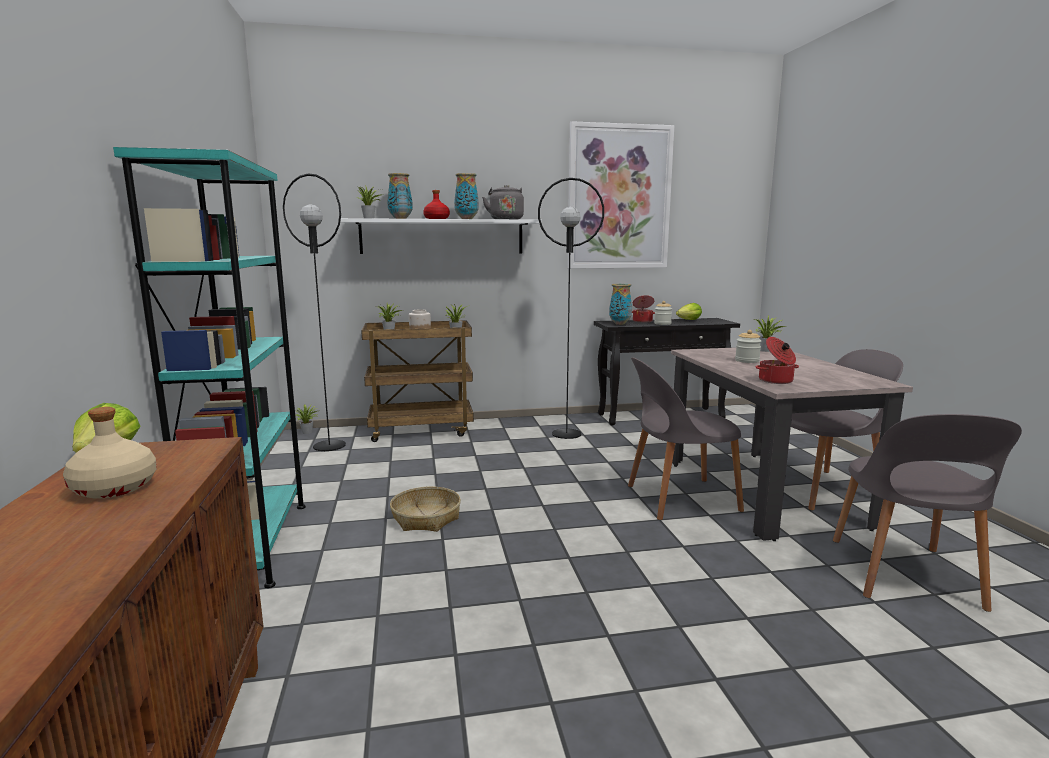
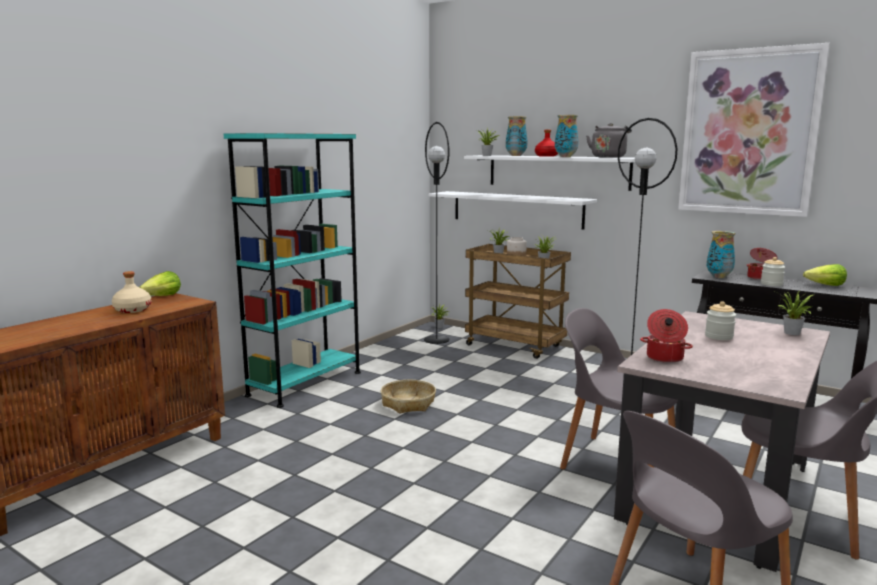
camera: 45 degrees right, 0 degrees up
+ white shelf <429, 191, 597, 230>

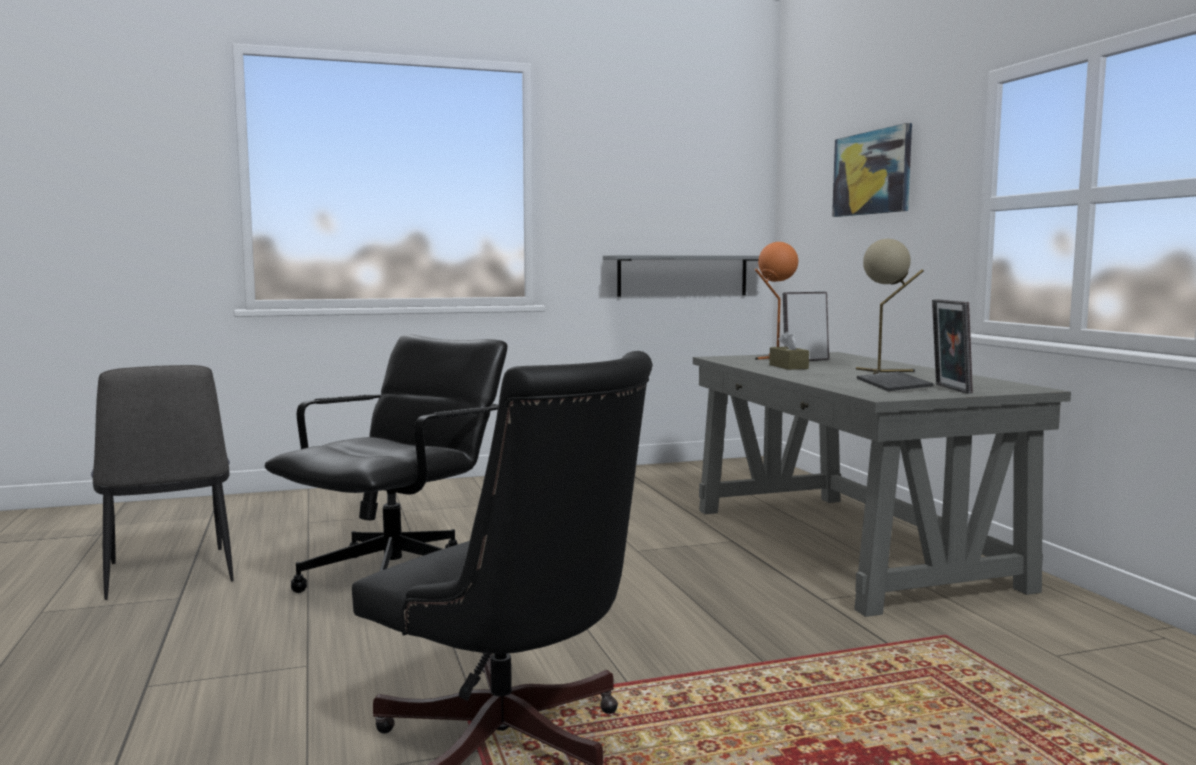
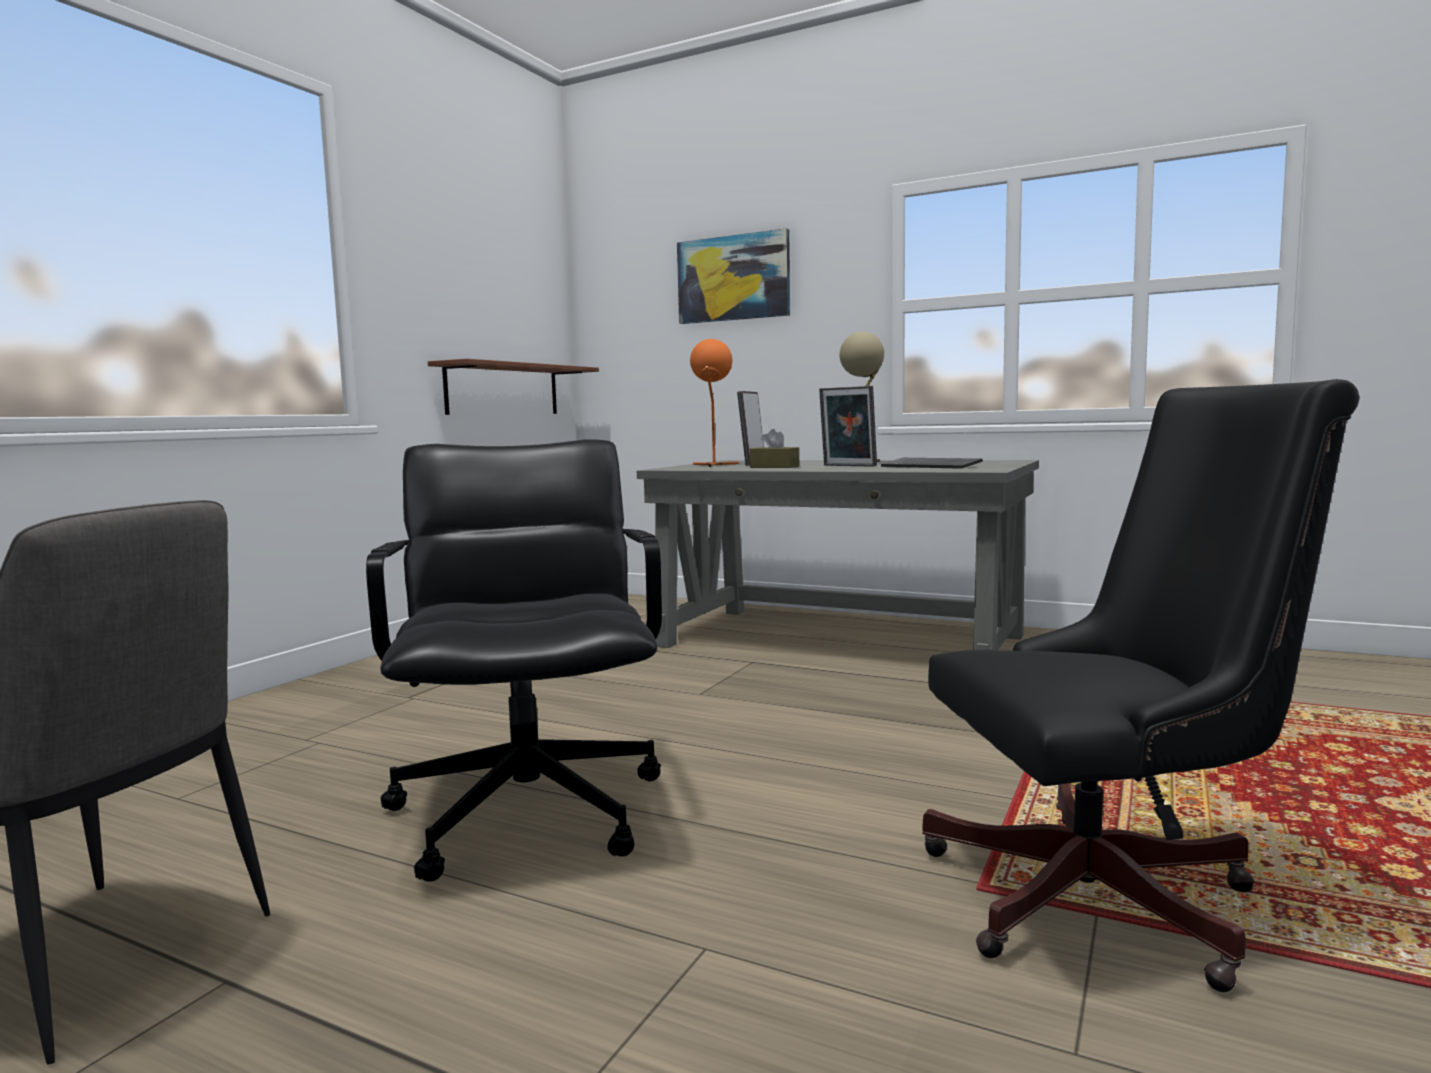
camera: 45 degrees left, 0 degrees up
~ grey shelf <603, 255, 759, 297> to brown shelf <428, 359, 599, 415>
~ picture frame <932, 299, 973, 394> to <819, 386, 877, 467>

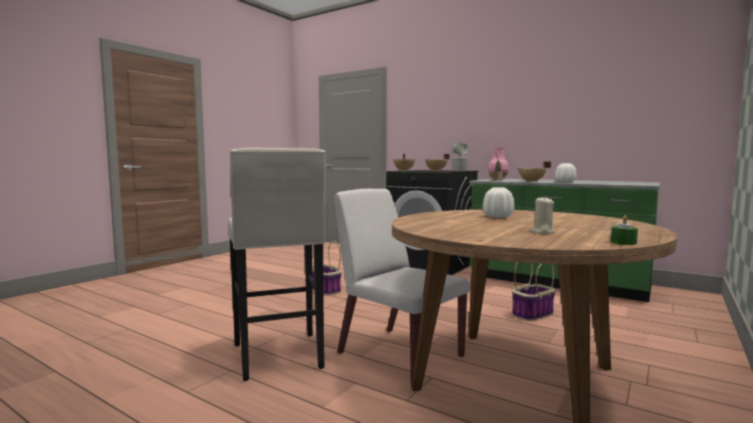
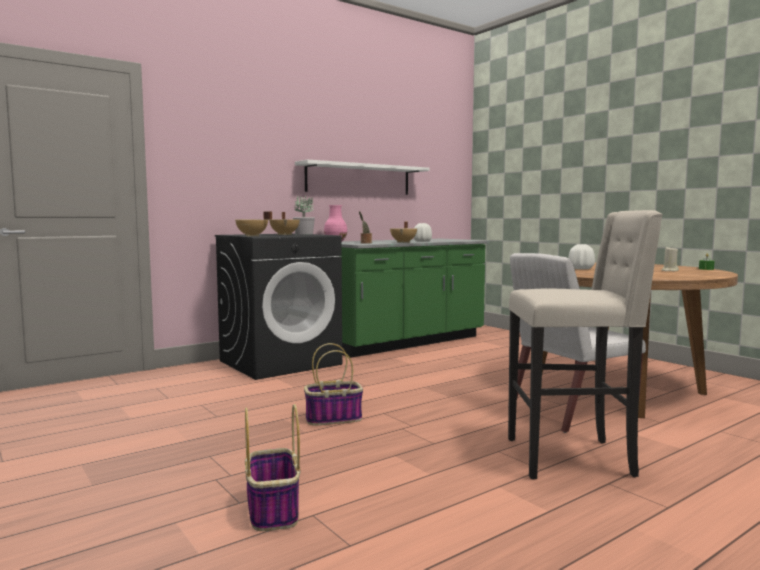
camera: 70 degrees left, 0 degrees up
~ basket <512, 262, 556, 321> to <245, 404, 300, 531>
+ white shelf <295, 160, 430, 195>

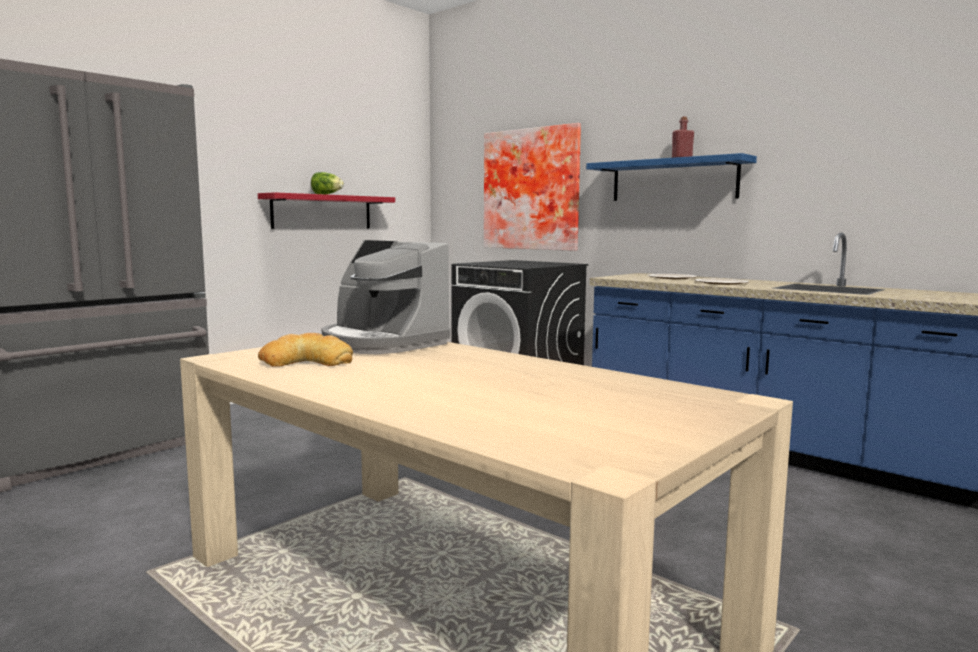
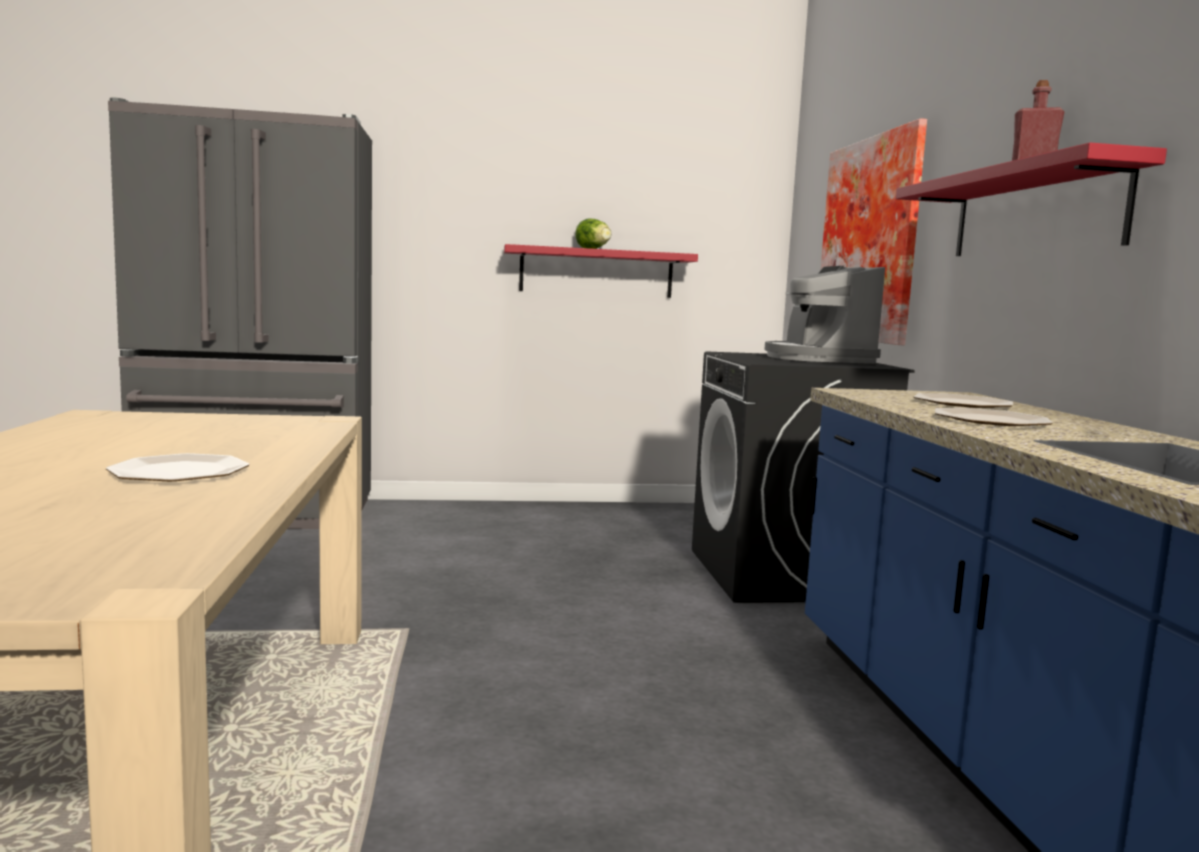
camera: 40 degrees right, 0 degrees up
+ plate <106, 453, 249, 481>
~ coffee machine <322, 240, 450, 354> to <764, 266, 885, 364>
~ blue shelf <586, 153, 757, 201> to red shelf <896, 143, 1167, 256>
- bread <258, 333, 353, 367>

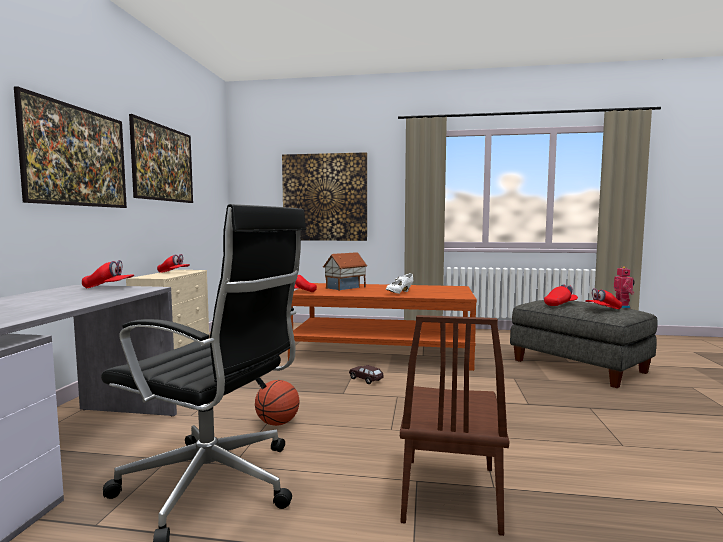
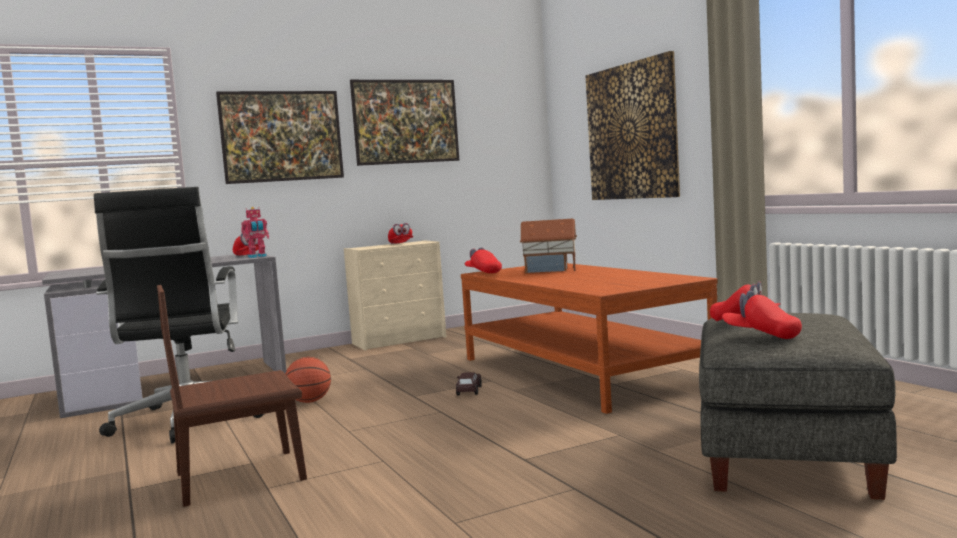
camera: 55 degrees right, 0 degrees up
~ toy robot <614, 266, 635, 308> to <241, 207, 269, 258>
- white shoe <386, 273, 413, 294>

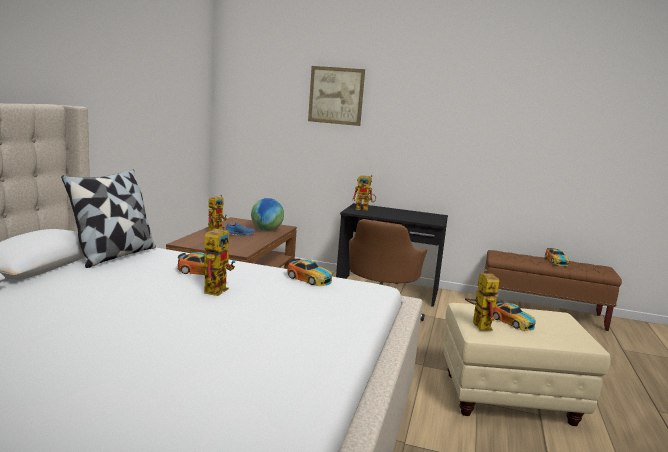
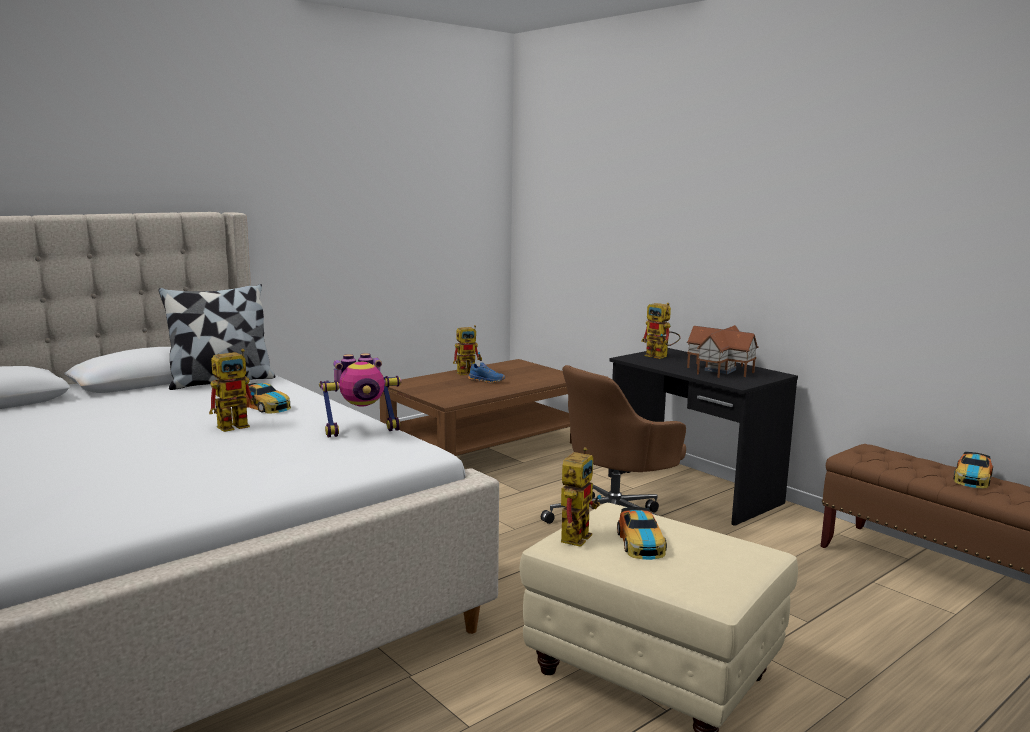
camera: 35 degrees right, 0 degrees up
~ toy car <287, 258, 332, 286> to toy robot <319, 353, 402, 437>
+ toy house <687, 325, 759, 378>
- globe <251, 198, 284, 231>
- picture <308, 66, 365, 126>

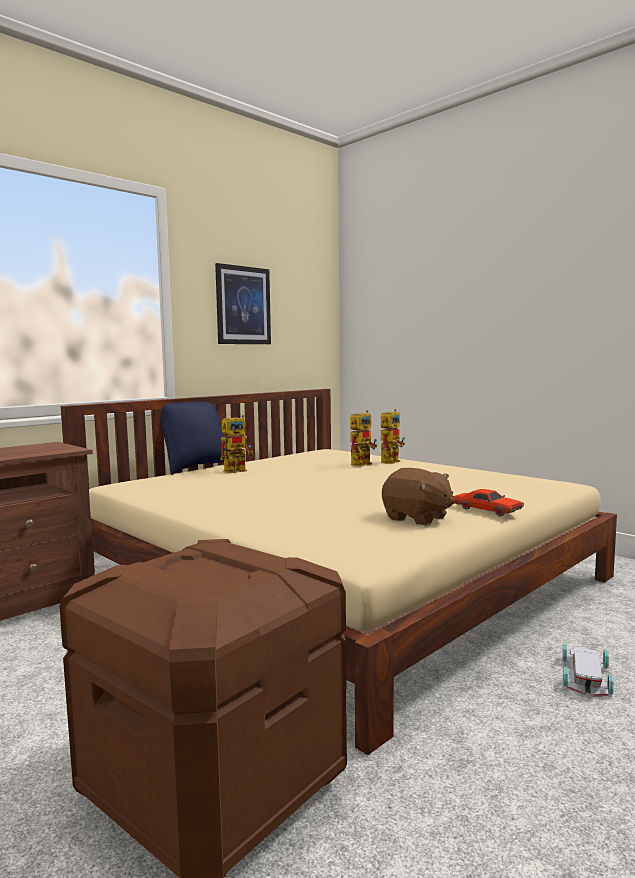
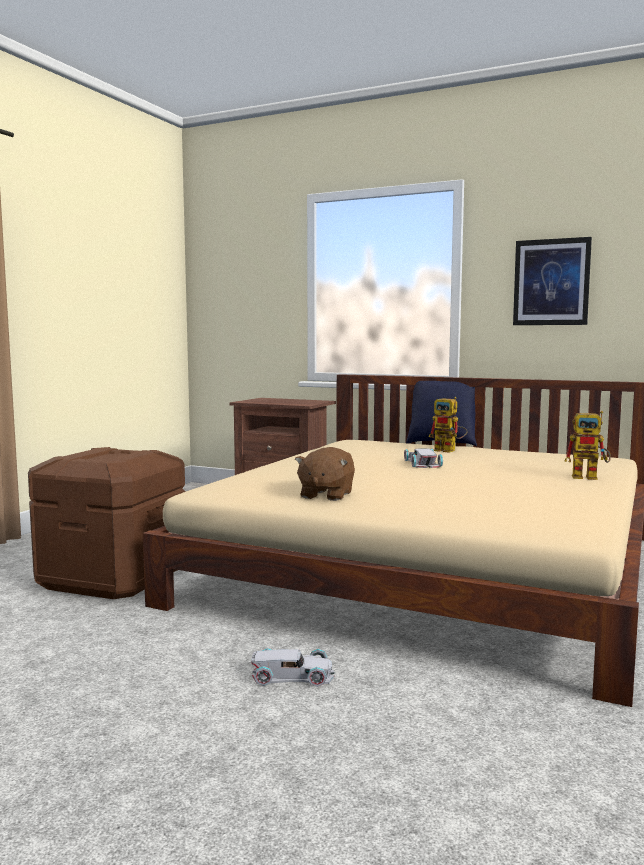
camera: 70 degrees right, 0 degrees up
+ white toy car <404, 449, 443, 468>
- toy robot <350, 410, 377, 466>
- red toy car <453, 489, 524, 517>

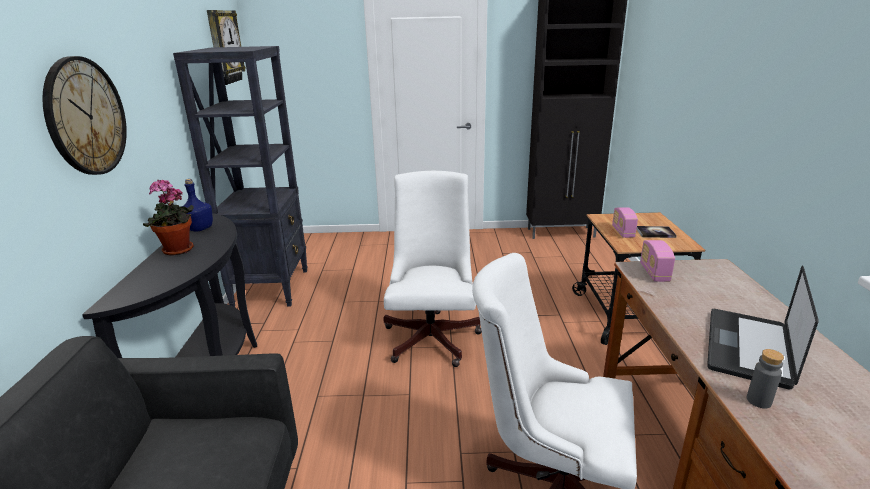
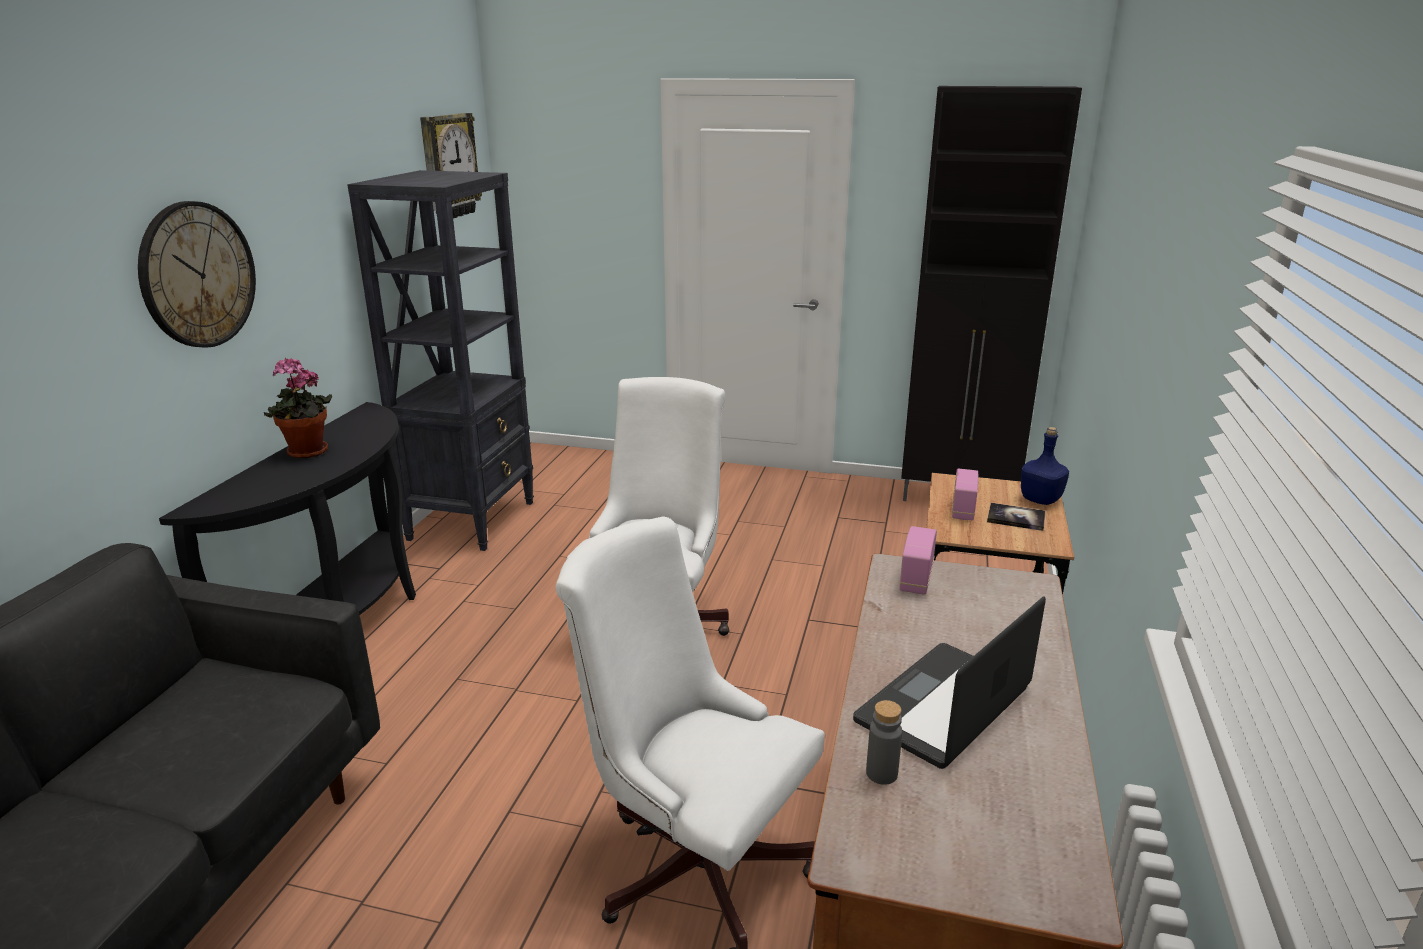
camera: 15 degrees right, 0 degrees up
~ blue bottle <181, 179, 213, 232> to <1021, 427, 1069, 505>

